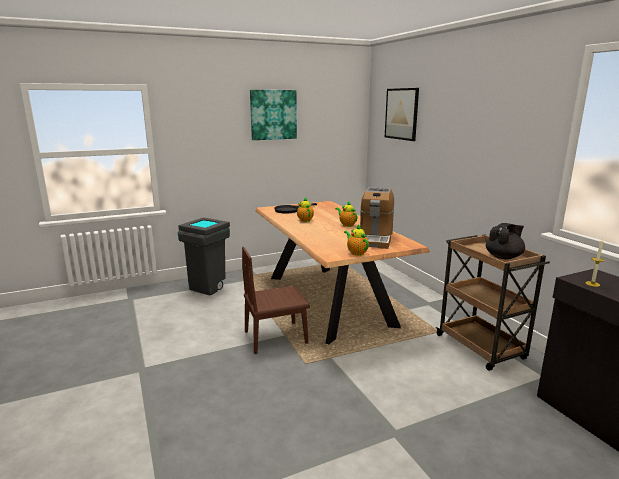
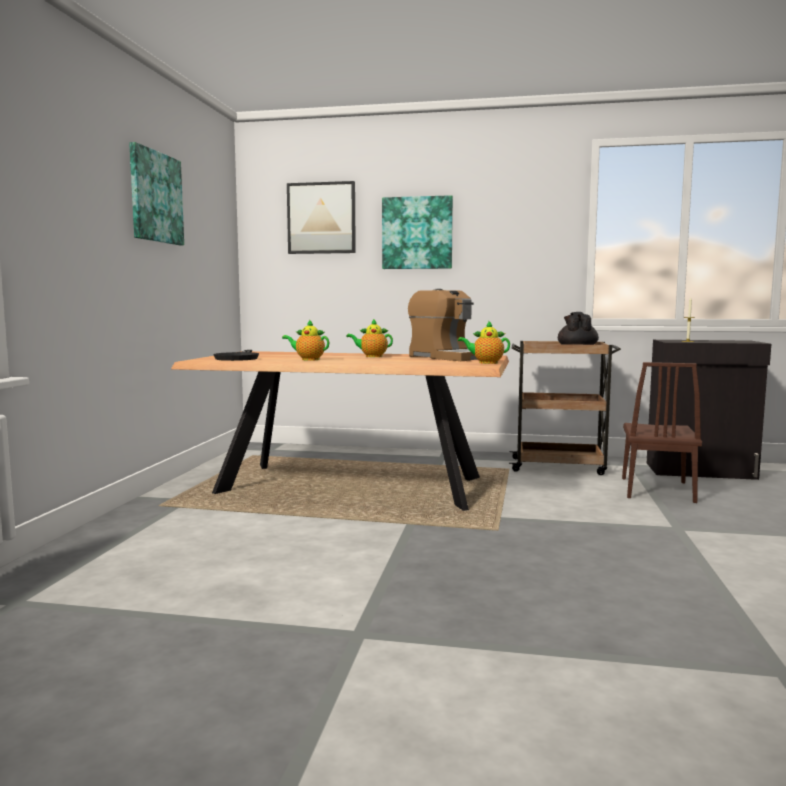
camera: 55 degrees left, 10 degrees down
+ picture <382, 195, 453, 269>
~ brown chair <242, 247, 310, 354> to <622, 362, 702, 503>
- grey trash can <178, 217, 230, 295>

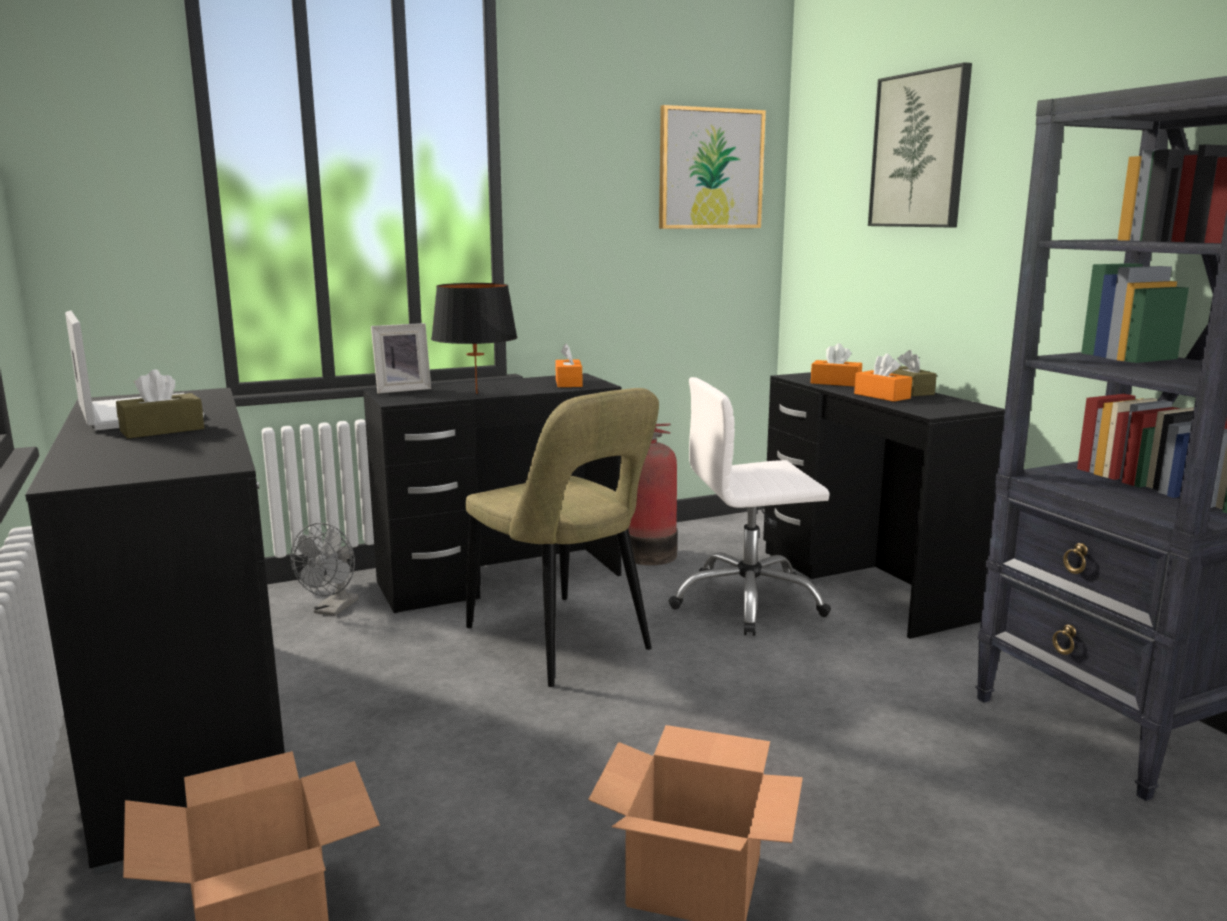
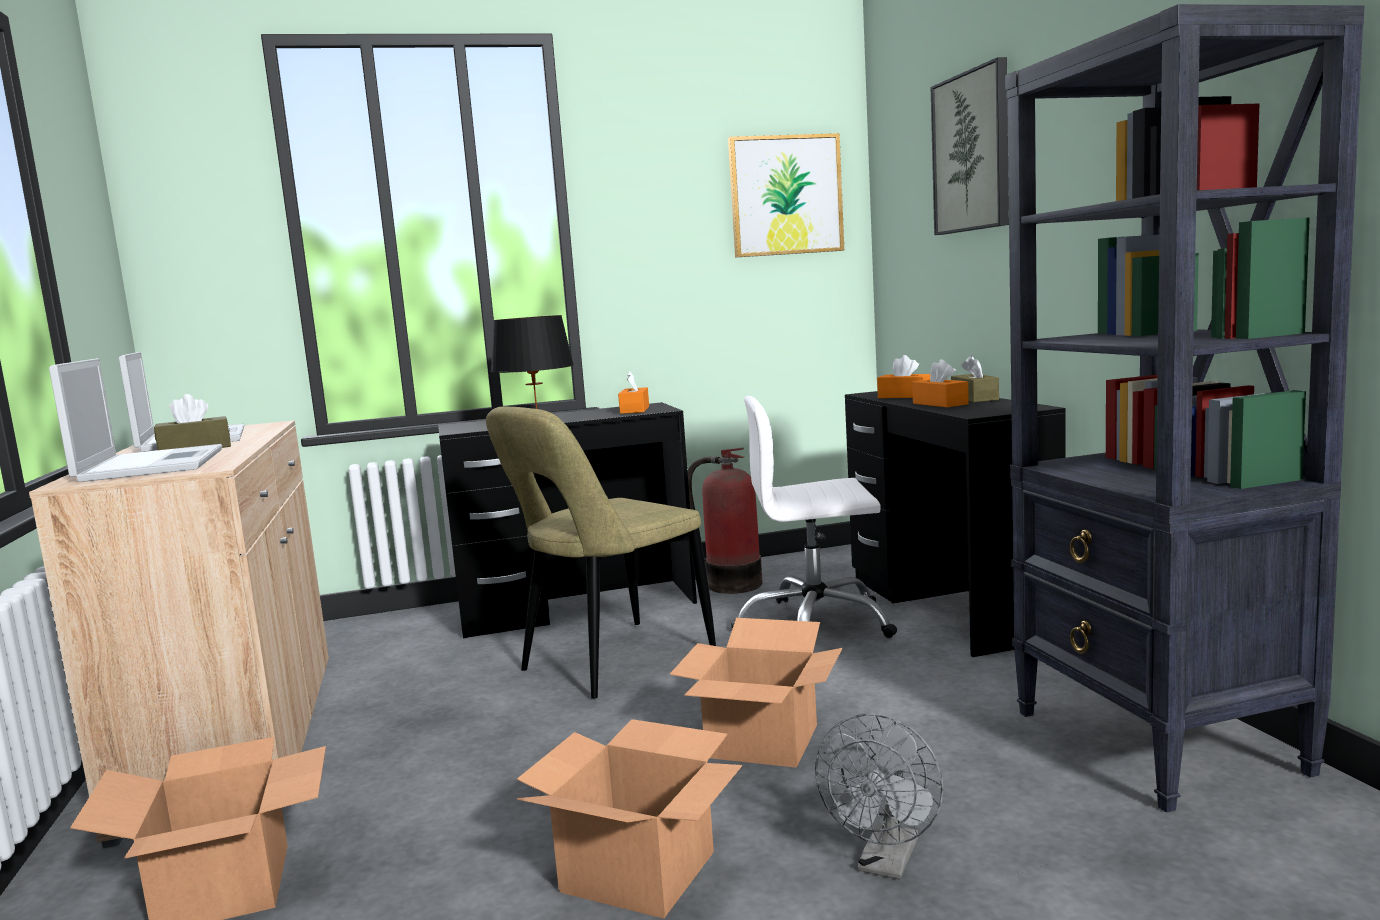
camera: 10 degrees right, 5 degrees down
~ black cabinet <25, 388, 285, 874> to beige cabinet <29, 420, 329, 848>
+ laptop <49, 358, 222, 482>
~ beige chair <465, 388, 659, 687> = <486, 407, 716, 699> 75 degrees clockwise
+ cardboard box <670, 618, 842, 768>
~ grey fan <291, 523, 358, 616> to <815, 714, 944, 879>
- picture frame <371, 323, 431, 393>

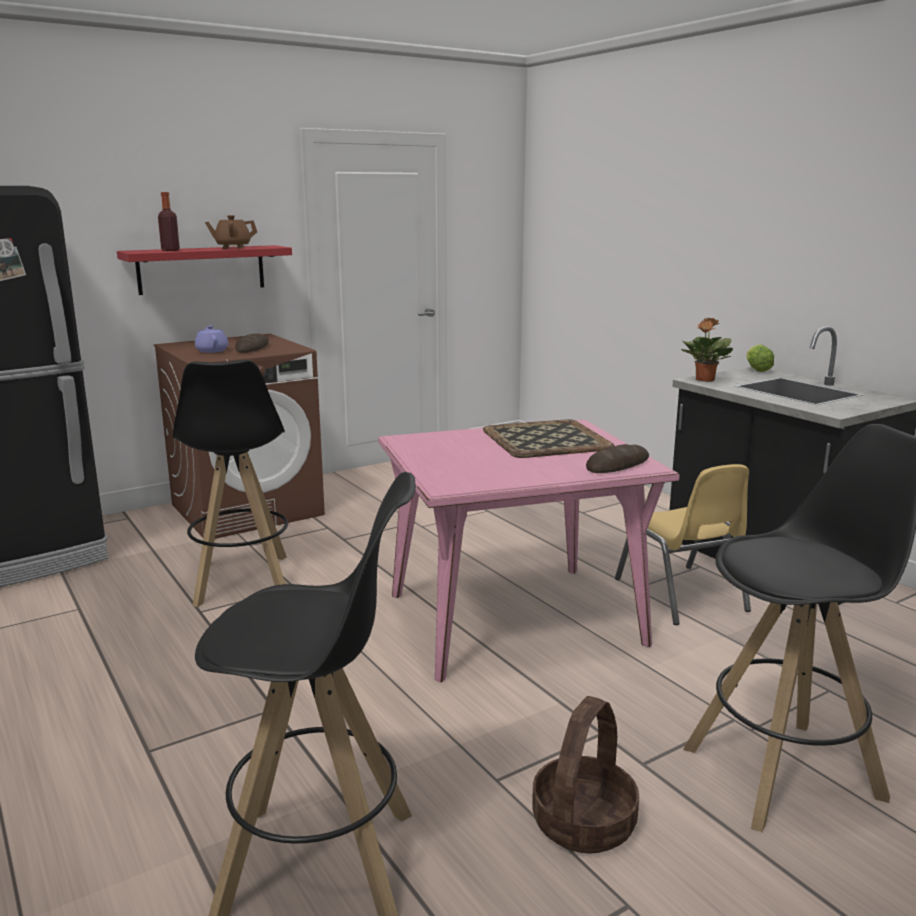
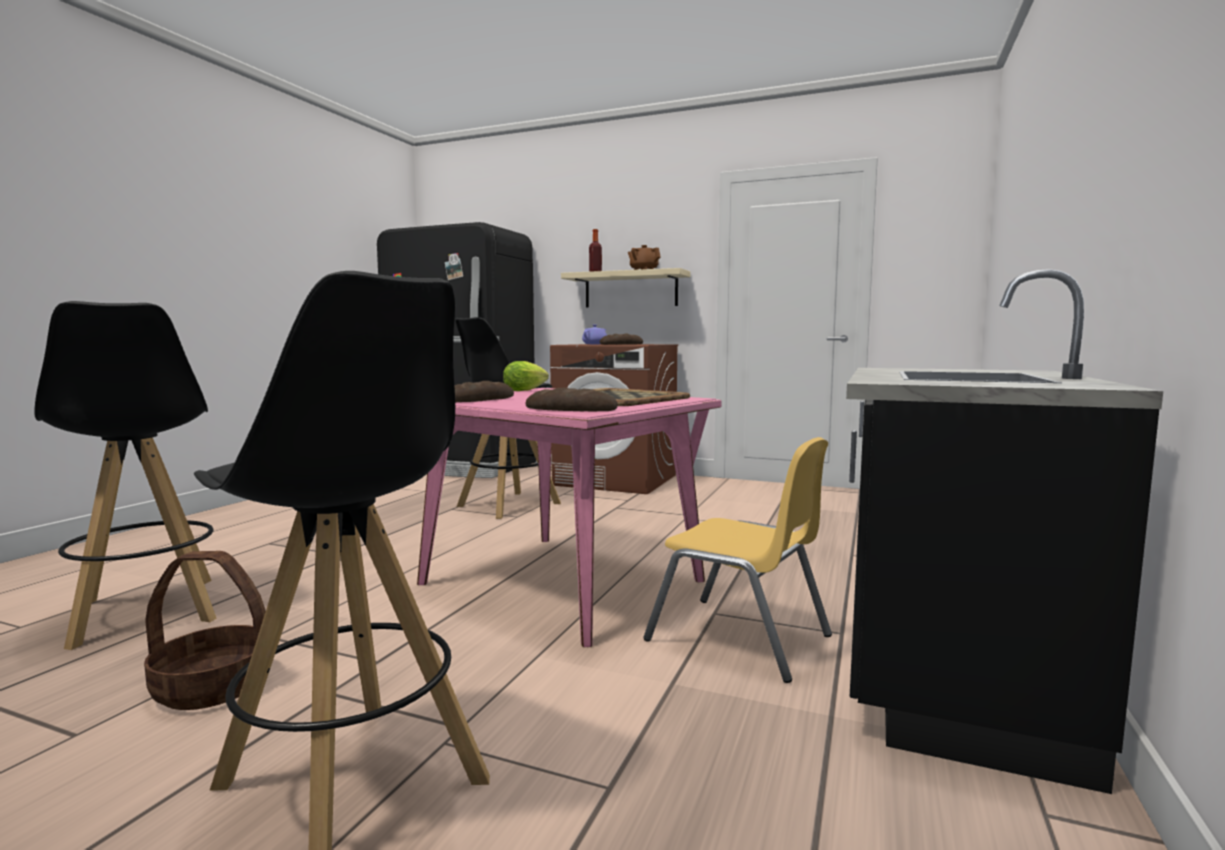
camera: 55 degrees right, 10 degrees down
+ bread <454, 381, 514, 403>
~ lettuce <747, 344, 774, 372> to <503, 361, 549, 391>
~ red shelf <117, 245, 292, 295> to beige shelf <561, 268, 690, 308>
~ yellow chair <615, 464, 751, 625> = <643, 437, 832, 683> 90 degrees counterclockwise
- potted plant <681, 318, 733, 382>

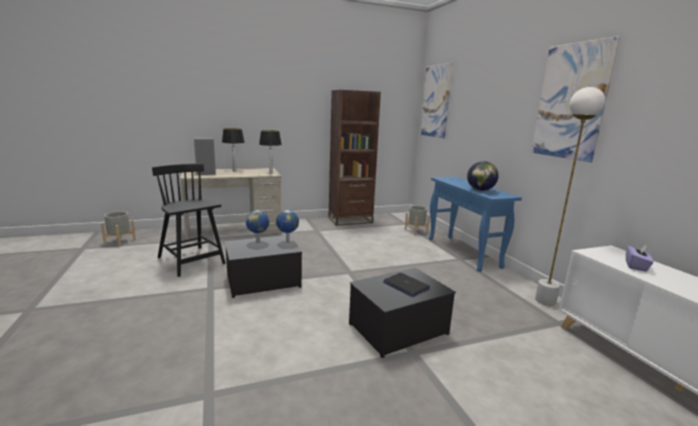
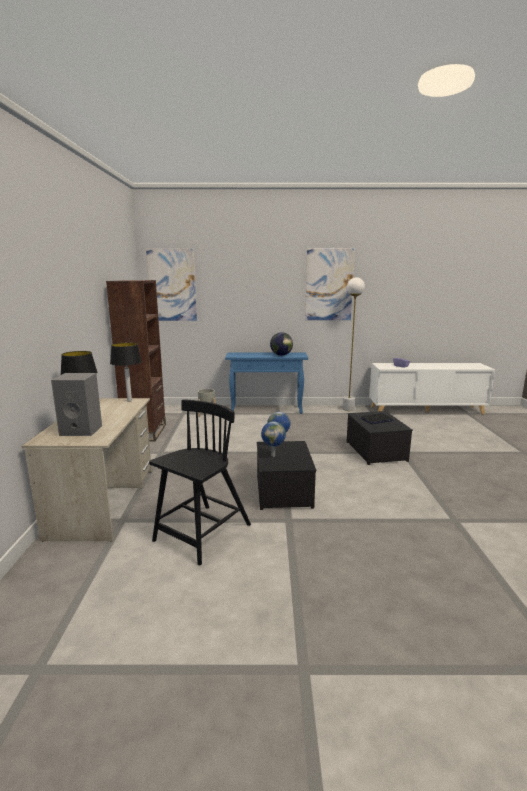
camera: 70 degrees left, 0 degrees up
~ black chair <152, 163, 226, 277> = <149, 399, 251, 565> 150 degrees clockwise
- grey planter <101, 212, 136, 247>

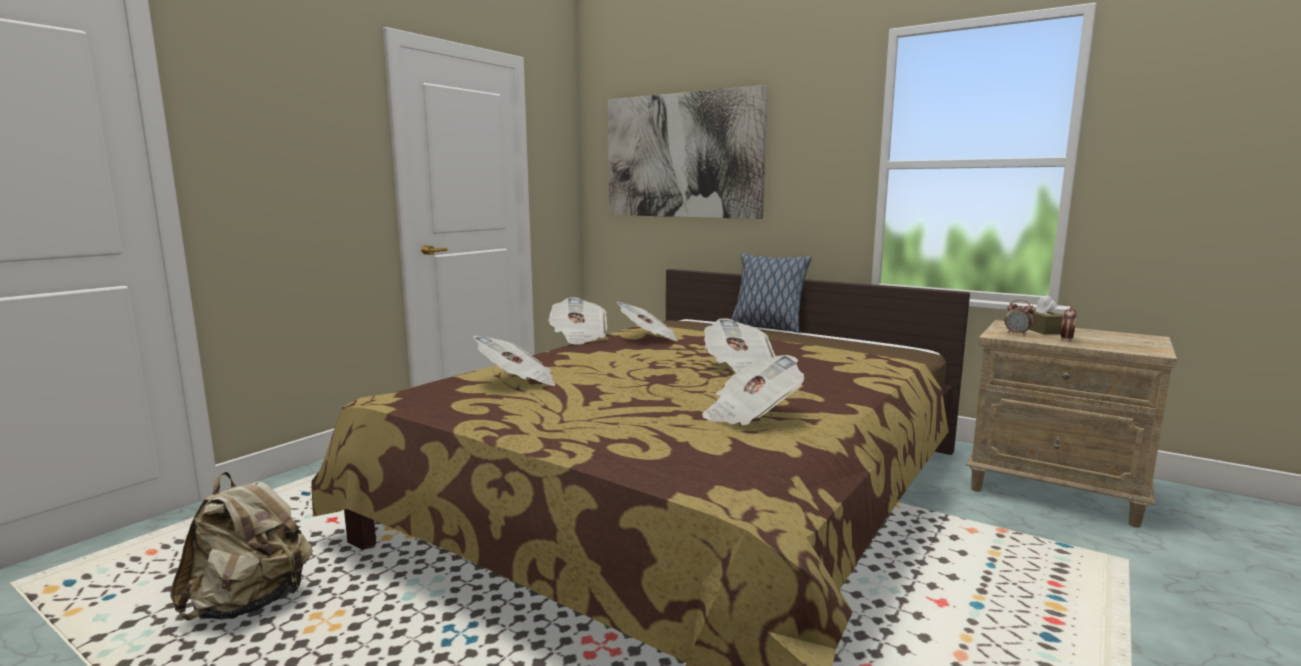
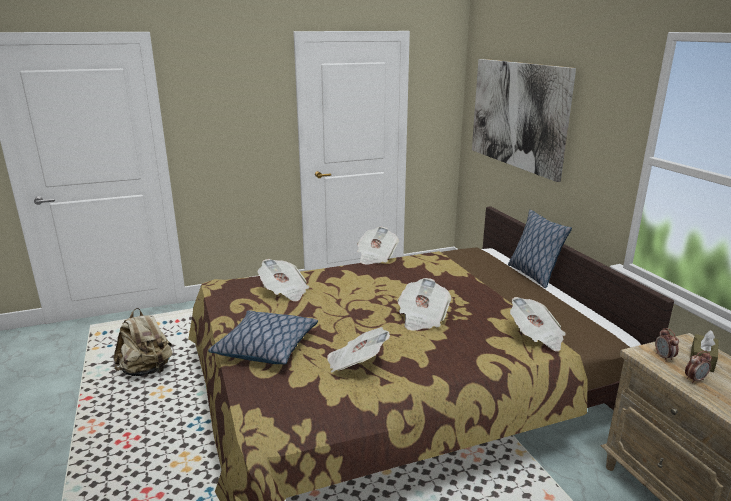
camera: 35 degrees right, 10 degrees up
+ pillow <208, 311, 318, 365>
~ newspaper <616, 302, 678, 341> to <510, 297, 566, 352>

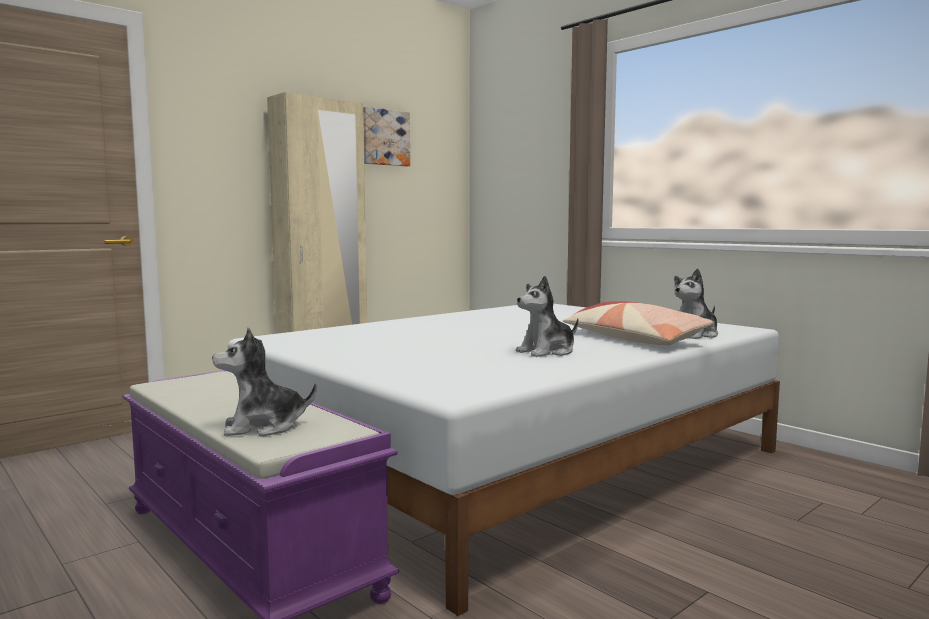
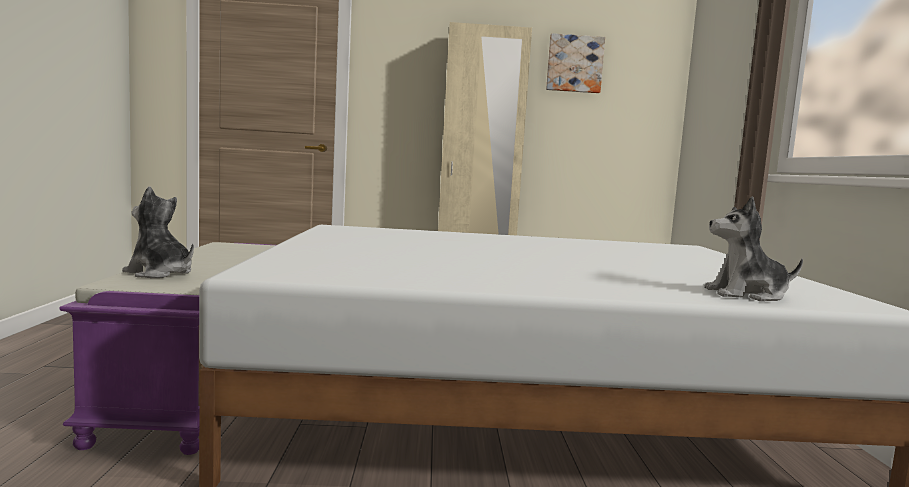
camera: 40 degrees right, 0 degrees up
- plush toy <516, 276, 579, 357>
- pillow <563, 301, 713, 345>

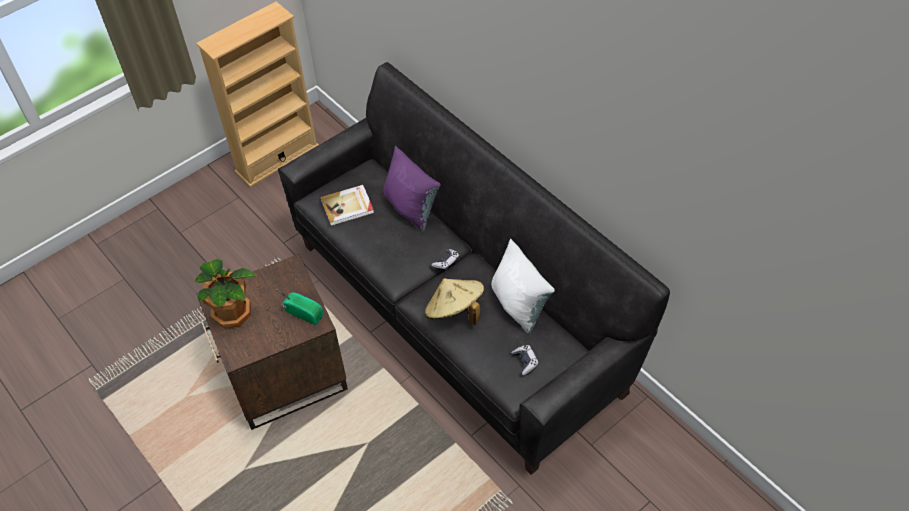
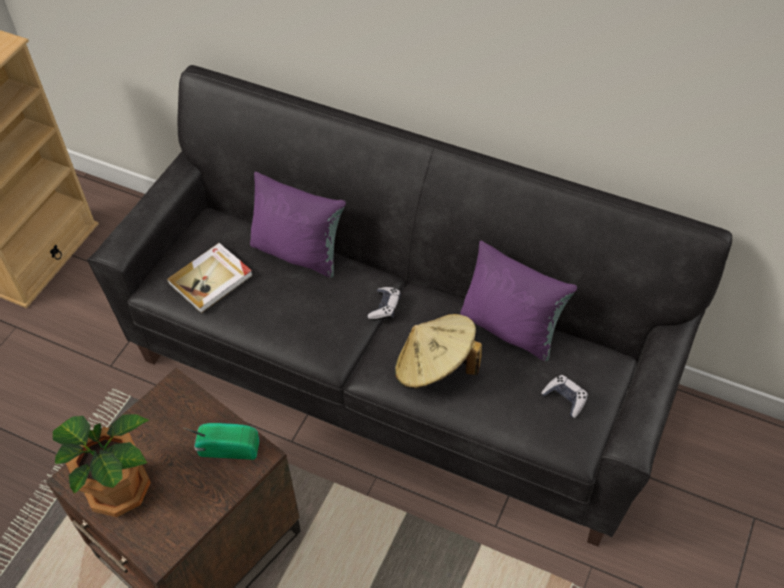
camera: 25 degrees left, 0 degrees up
~ white pillow <491, 239, 555, 334> to purple pillow <460, 241, 577, 361>

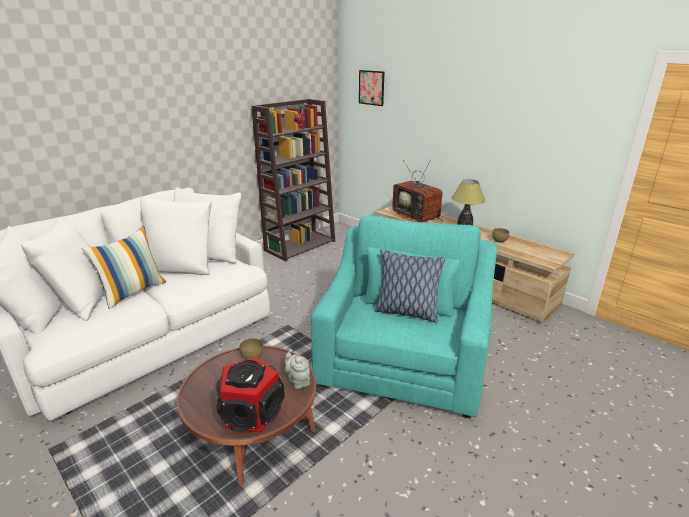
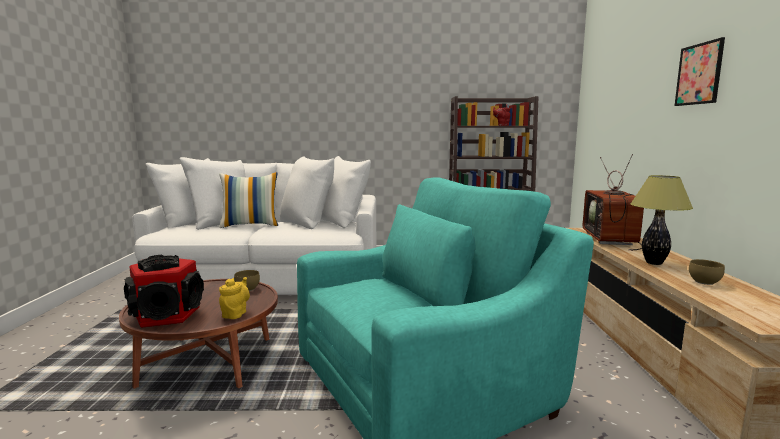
camera: 45 degrees right, 15 degrees down
~ grey teapot <285, 349, 310, 389> to yellow teapot <219, 277, 250, 319>
~ picture <359, 70, 384, 106> to <675, 37, 725, 106>
- pillow <375, 250, 445, 323>

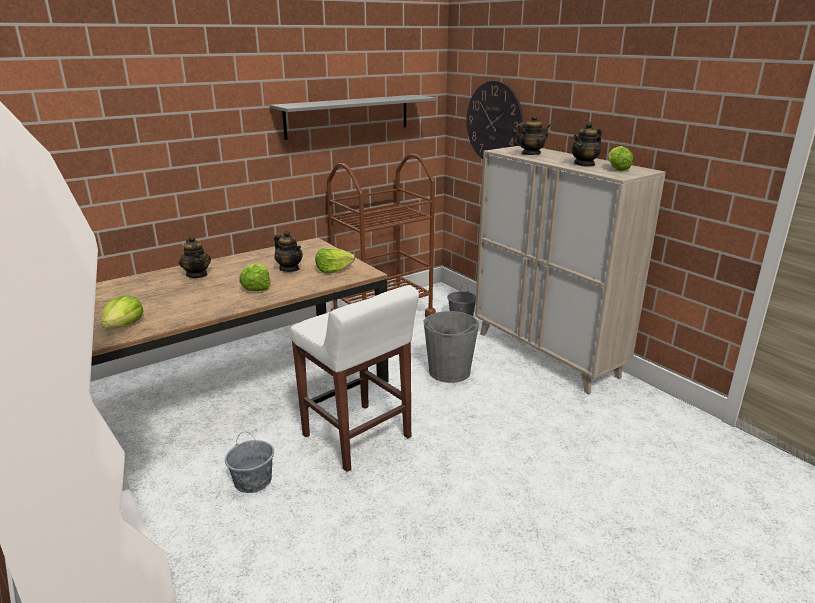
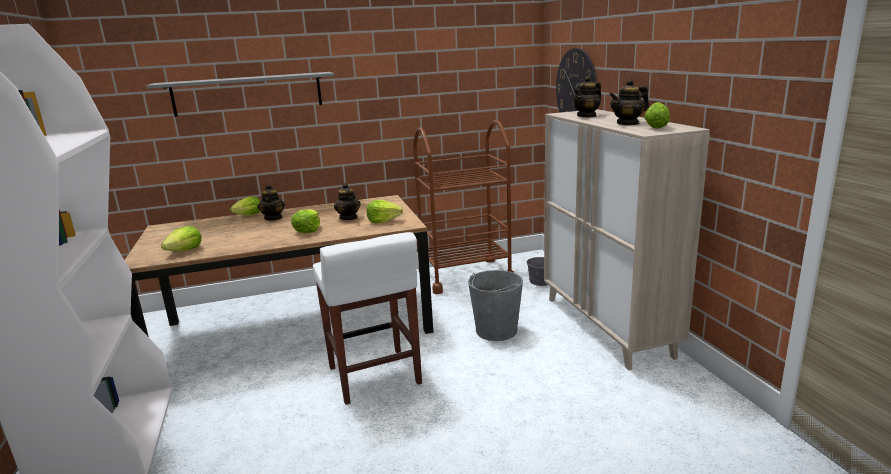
camera: 20 degrees right, 5 degrees down
~ grey shelf <269, 95, 437, 140> to <146, 72, 334, 117>
+ lettuce <230, 196, 260, 215>
~ teapot <515, 115, 550, 155> = <573, 76, 601, 118> 150 degrees clockwise
- grey bucket <225, 432, 274, 493>

